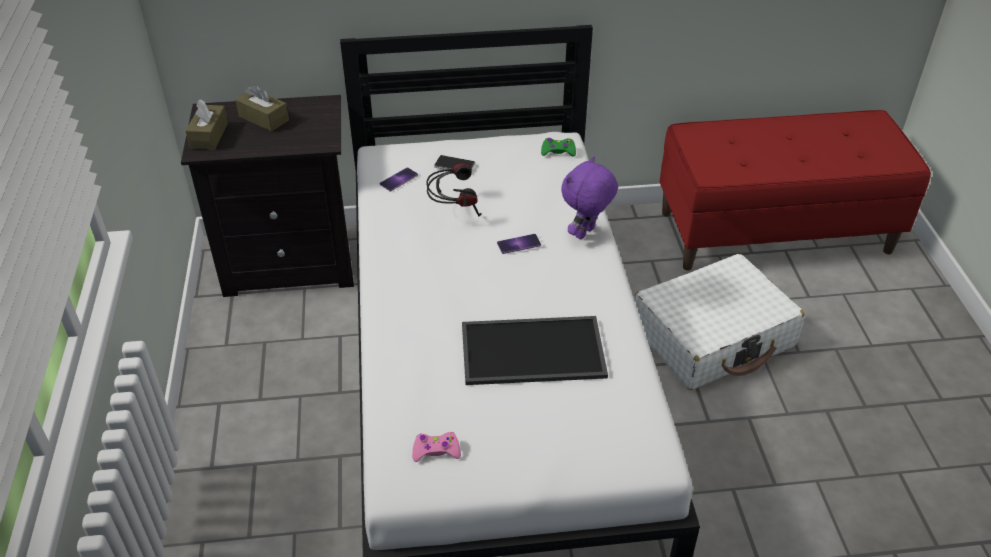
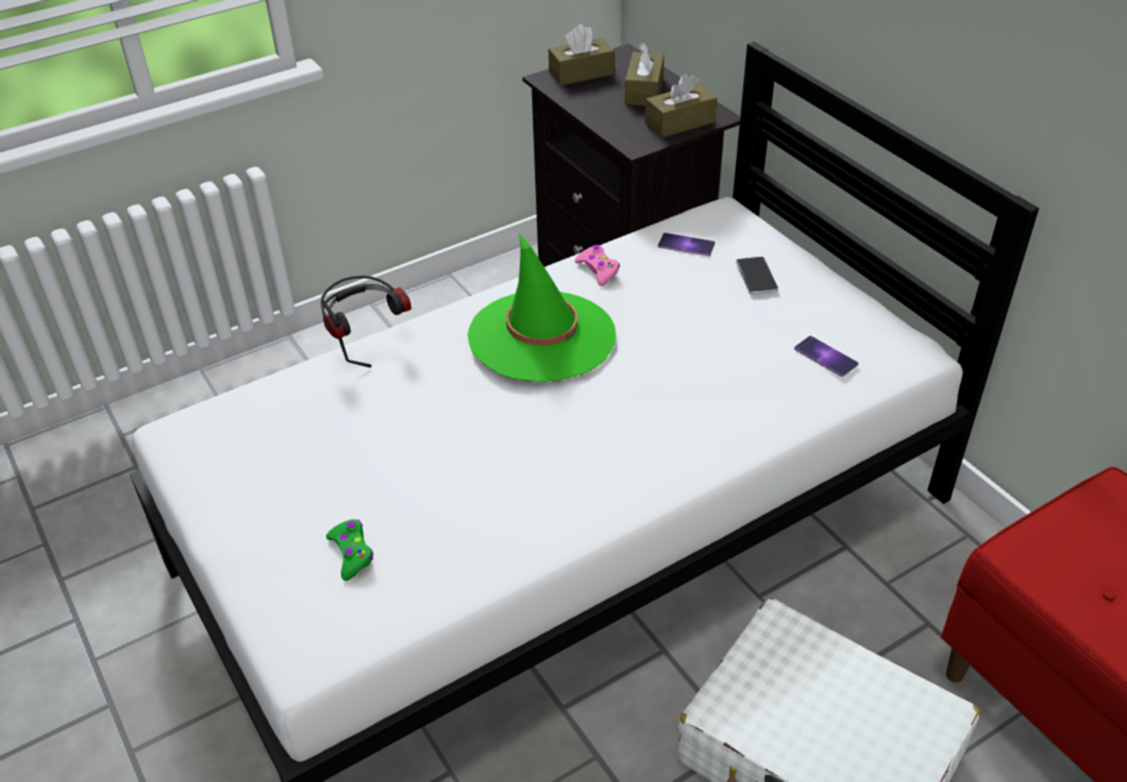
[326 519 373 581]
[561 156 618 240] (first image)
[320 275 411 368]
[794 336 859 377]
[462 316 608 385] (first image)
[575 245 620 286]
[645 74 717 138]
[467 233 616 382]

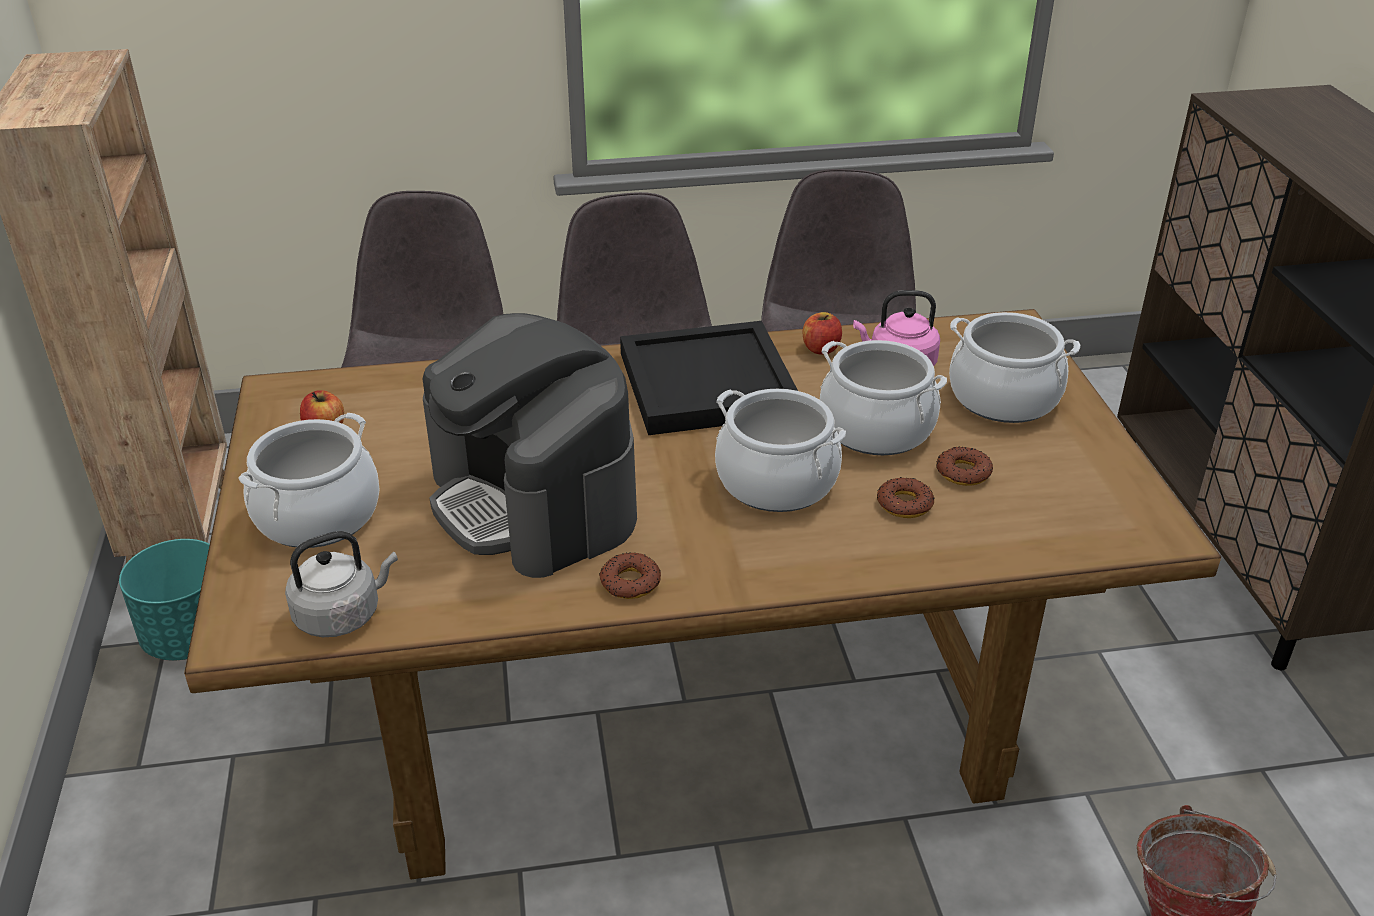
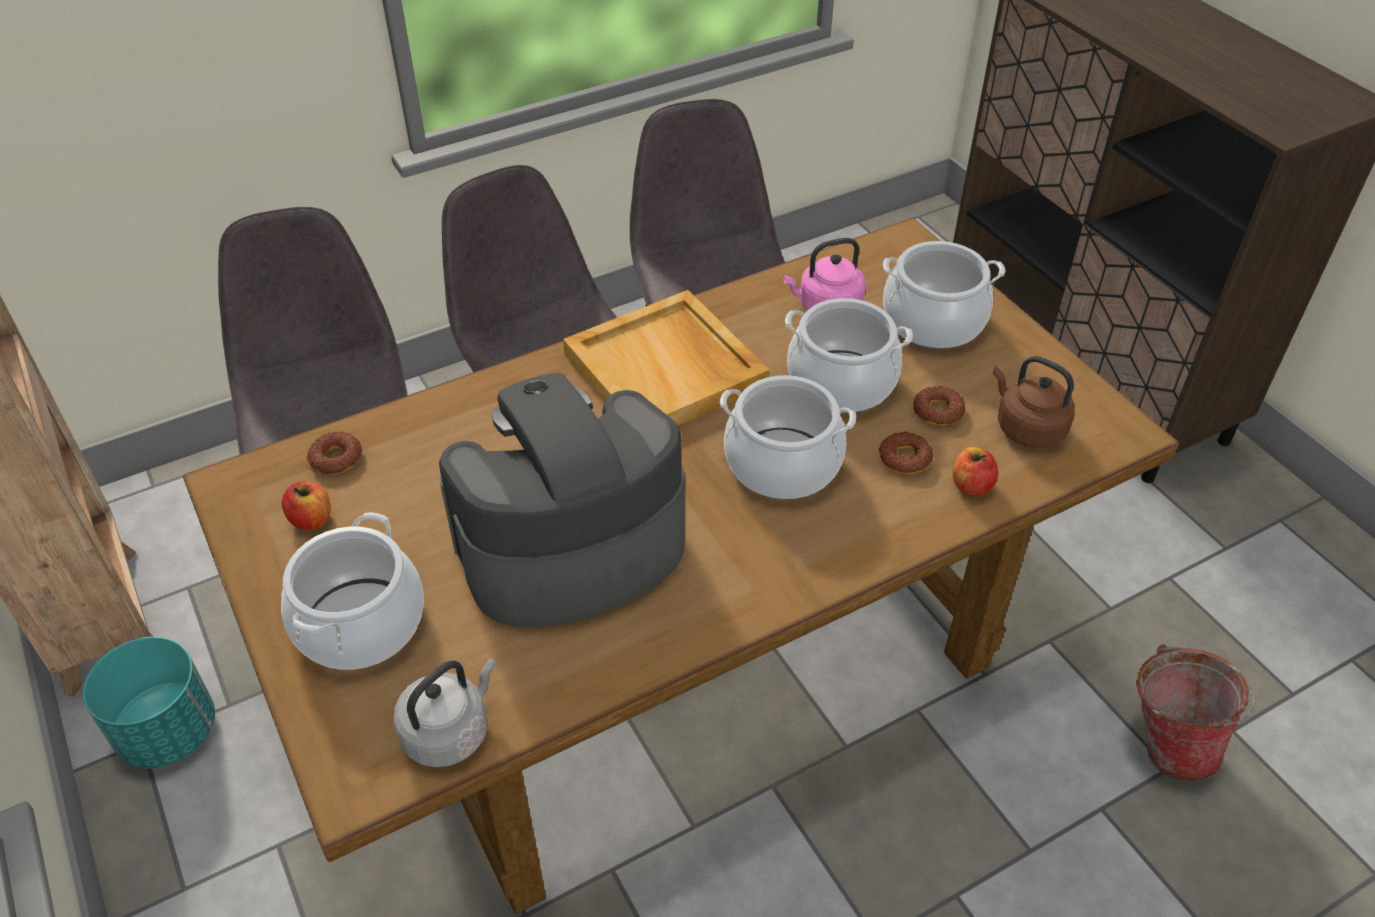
[953 447 998 496]
[439 373 685 627]
[563 290 769 426]
[307 432 362 474]
[993 356 1075 448]

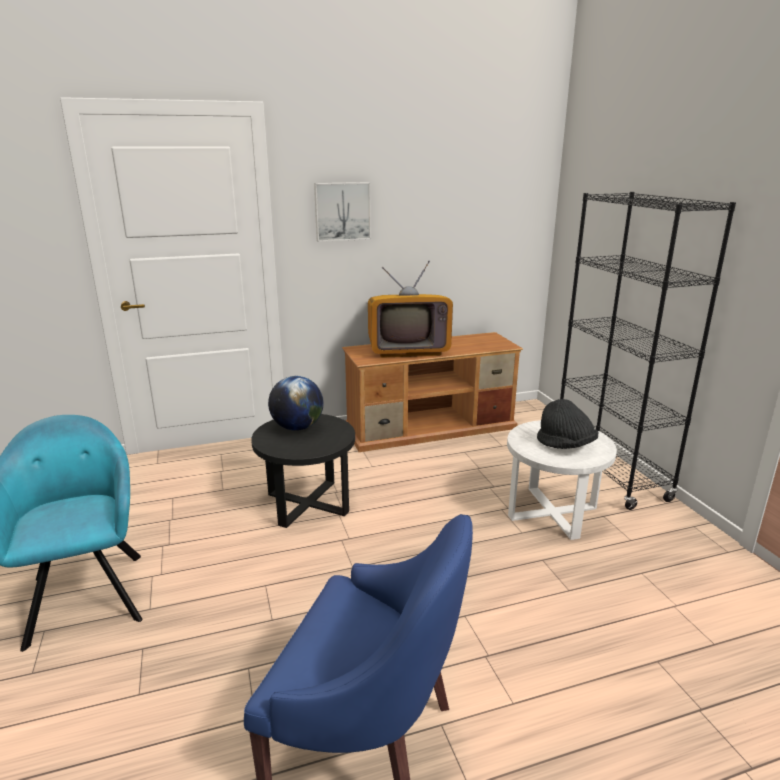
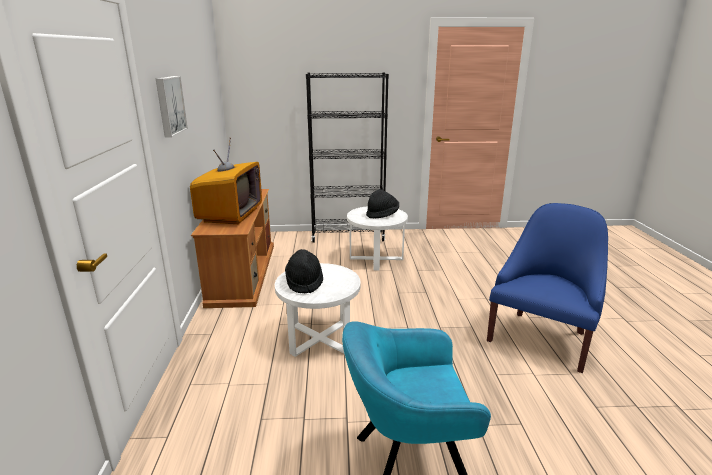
[285 249 323 294]
[275 263 361 357]

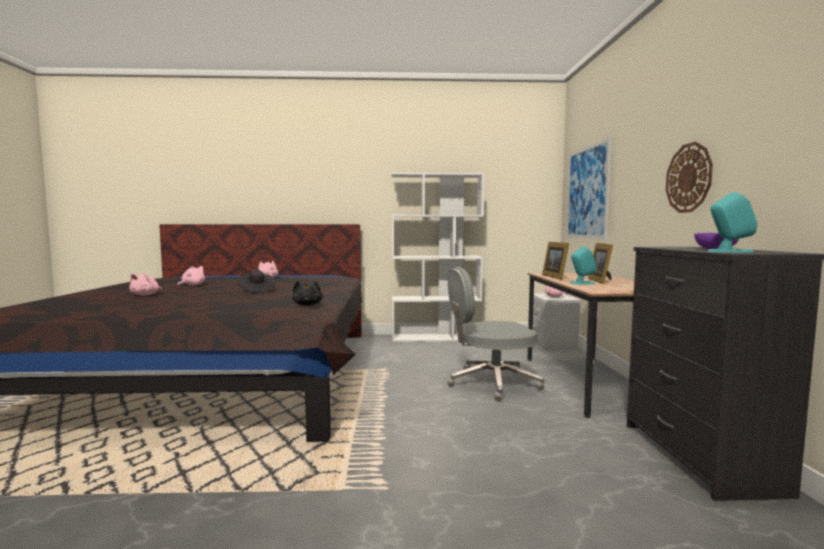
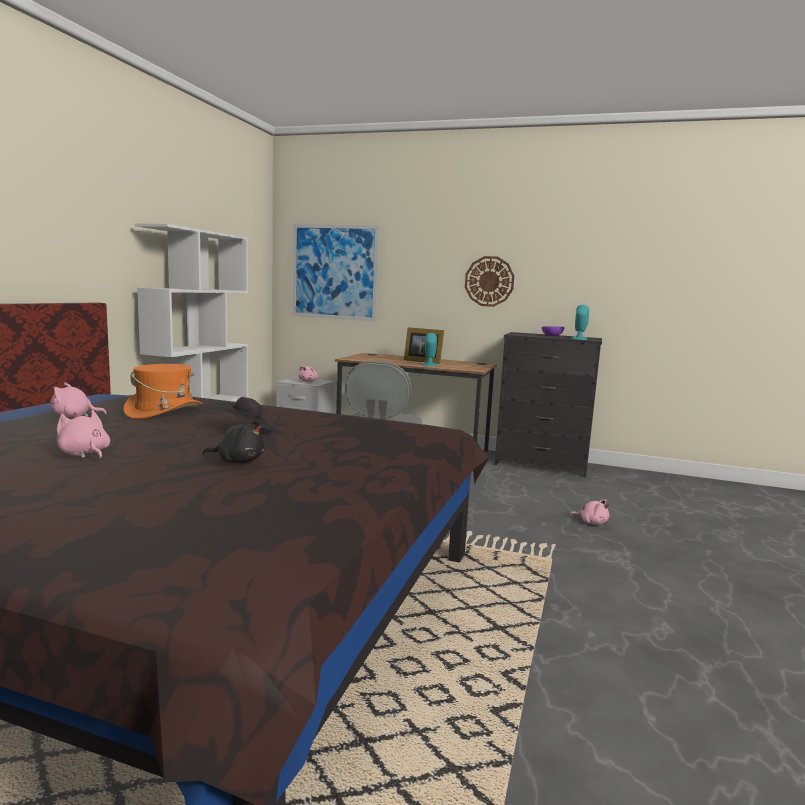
[542 242 569 280] (first image)
[569 499 609 525]
[203 421 265 463]
[123 364 202 419]

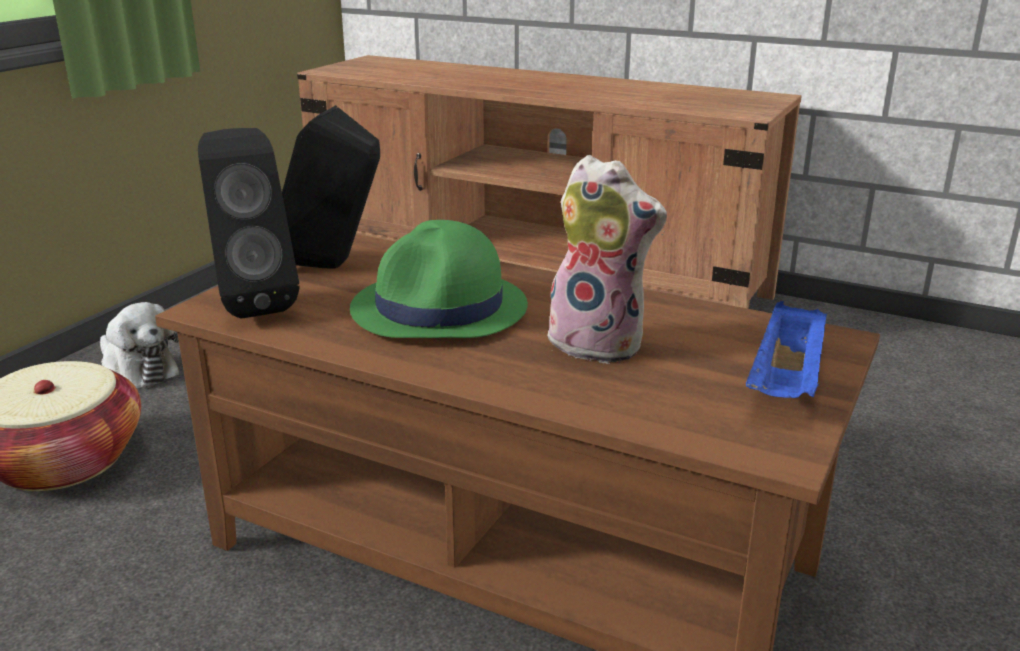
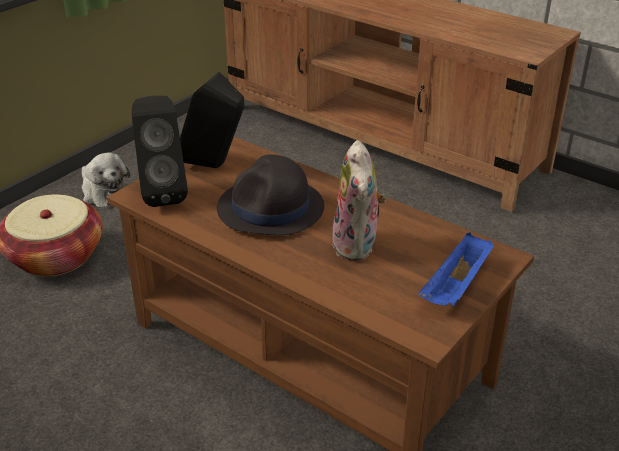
[332 140 386 261]
[217 155 324 235]

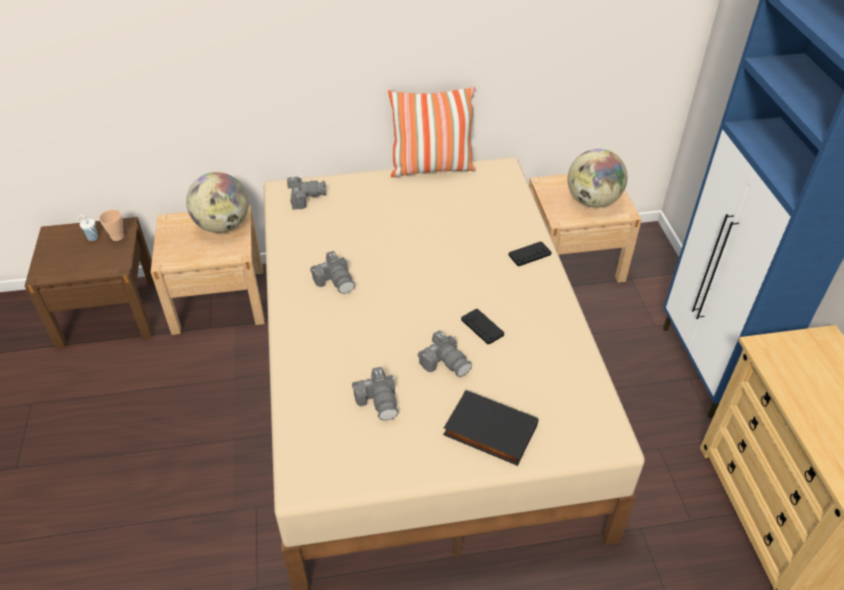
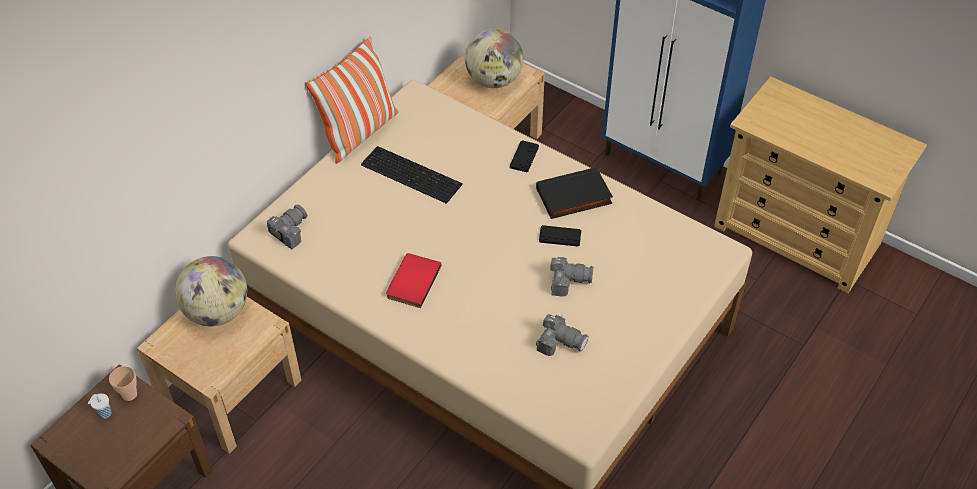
[386 253 441 308]
[536 167 613 219]
[361 146 463 204]

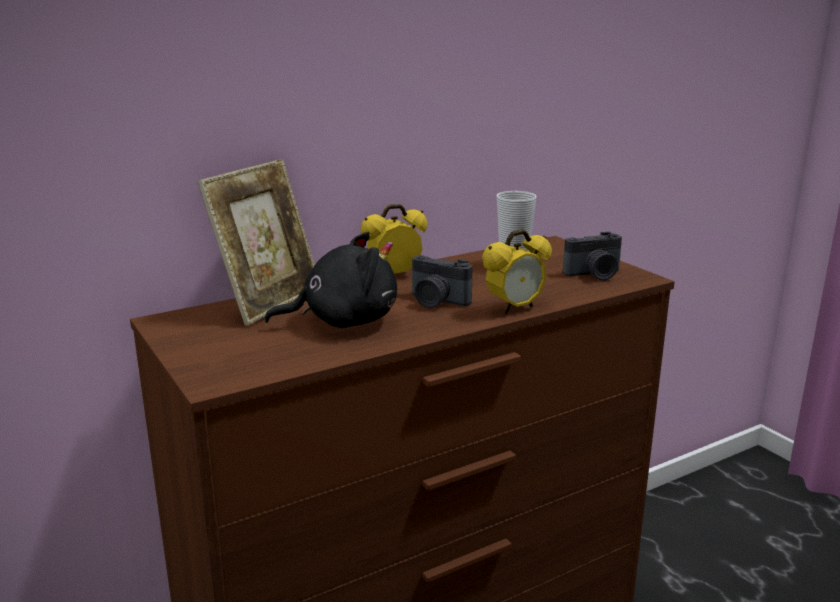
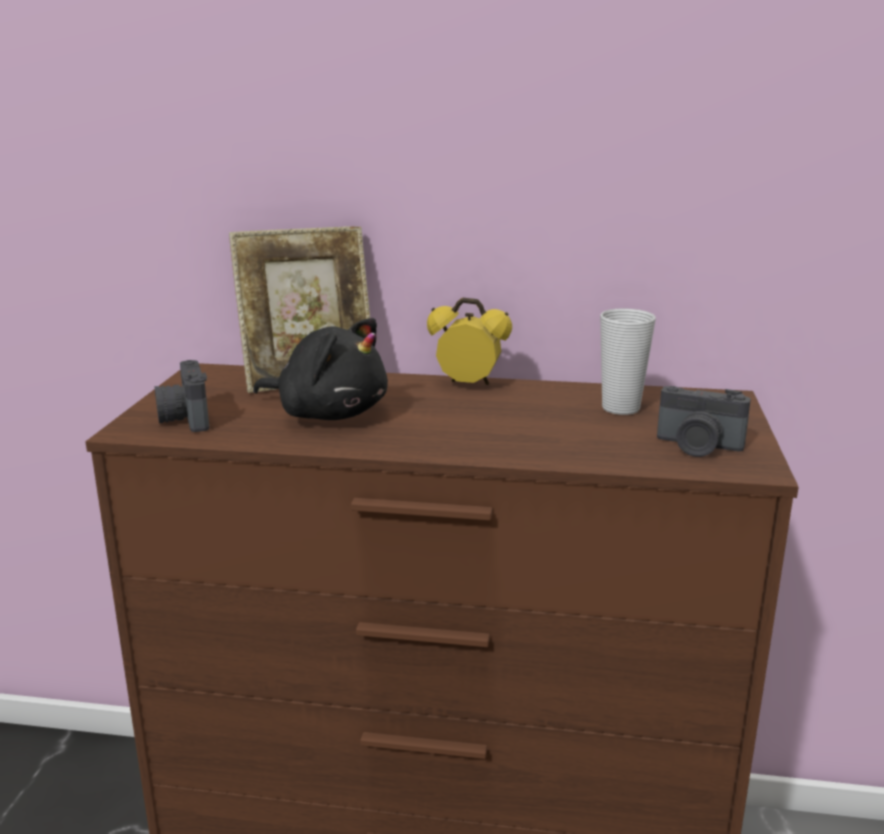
[482 229 552 314] (first image)
[155 360 209 432]

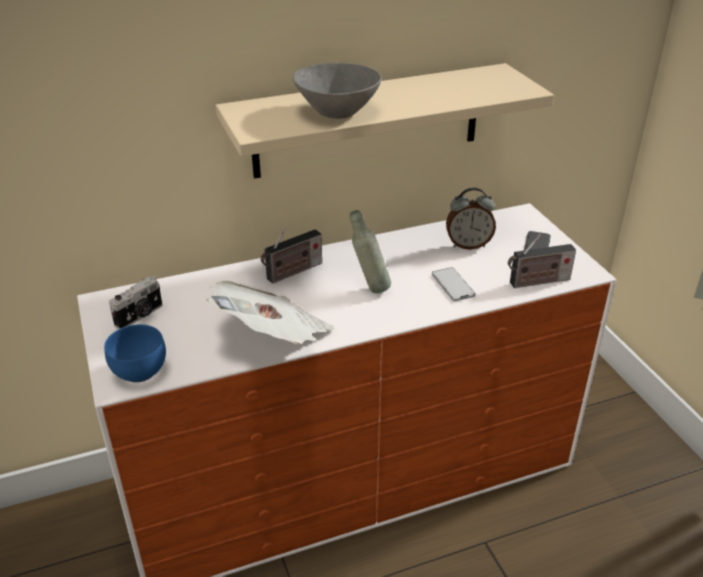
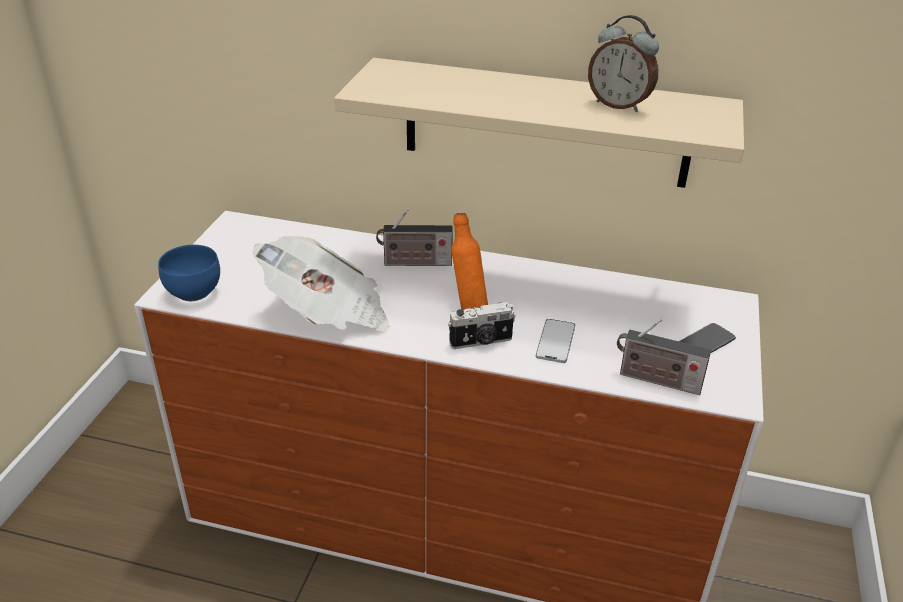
[293 63 382 119] (first image)
[588 15 659 112]
[451 213 488 310]
[448 302 516 349]

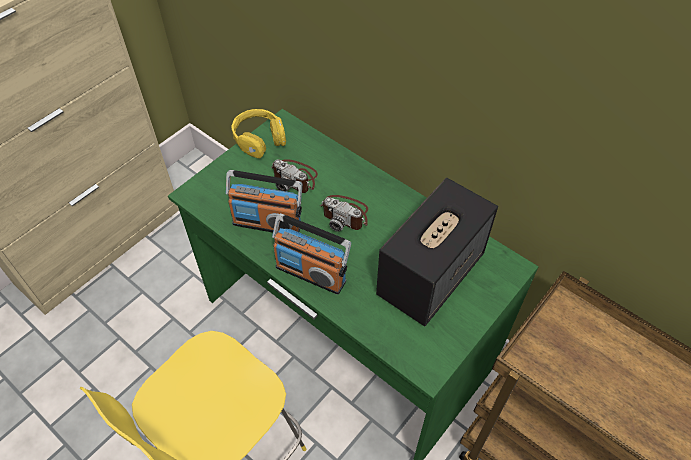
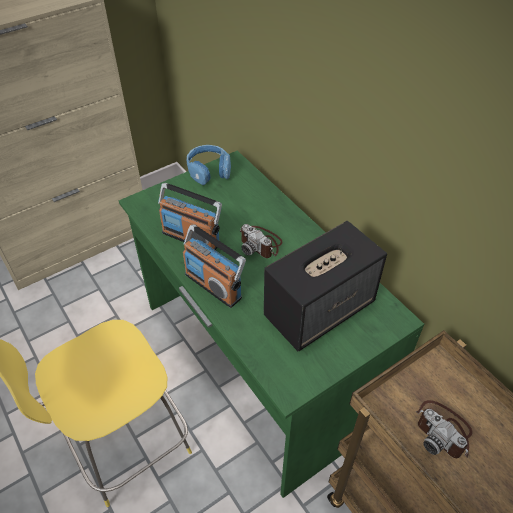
[186 145 231 185]
[416 400 472 458]

